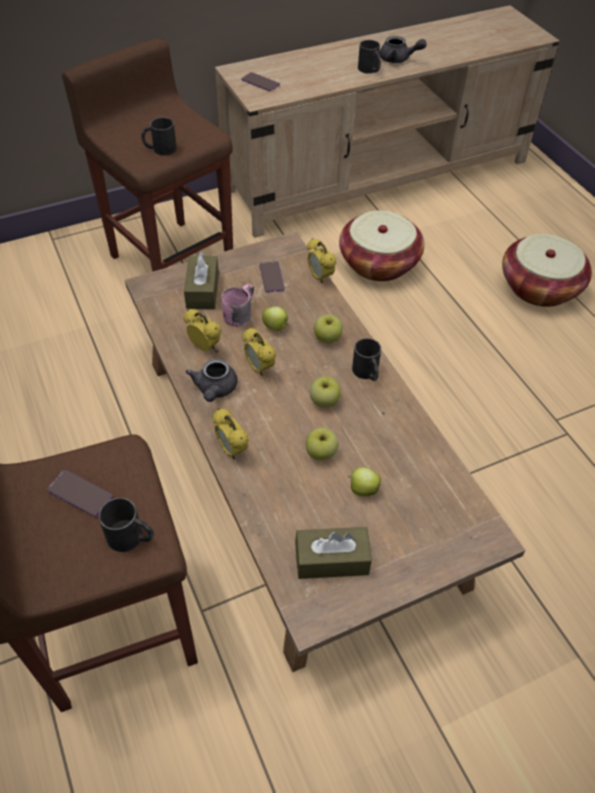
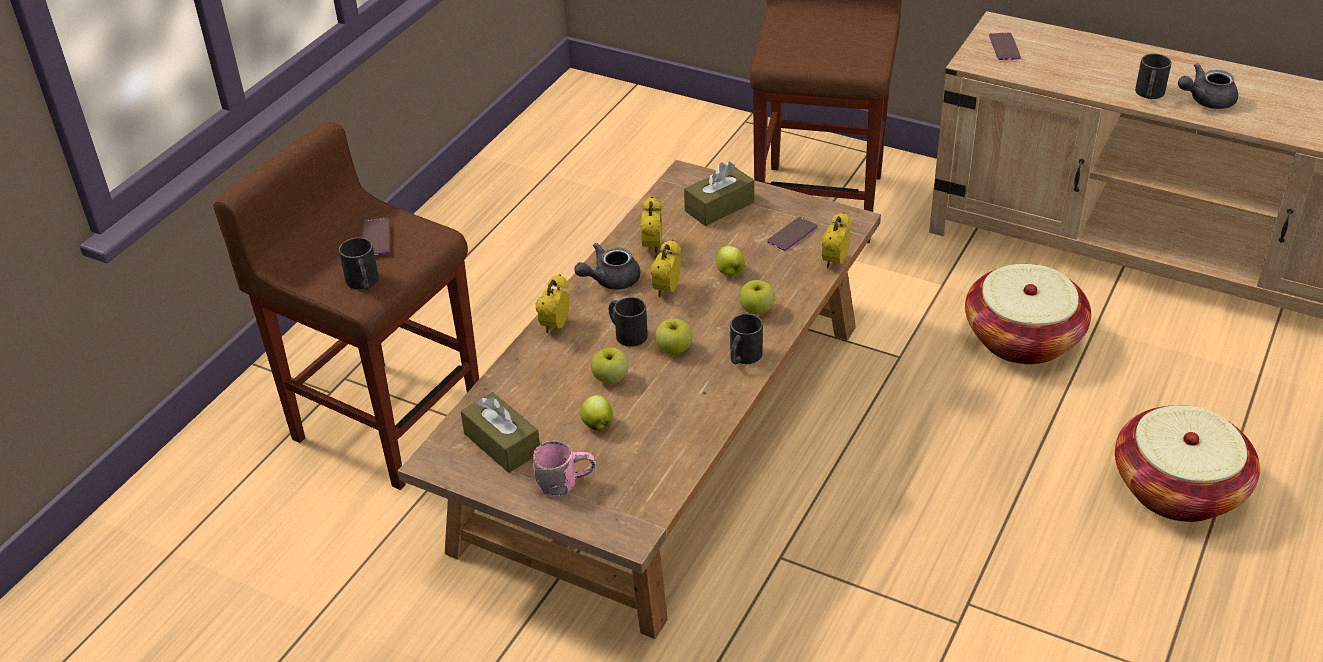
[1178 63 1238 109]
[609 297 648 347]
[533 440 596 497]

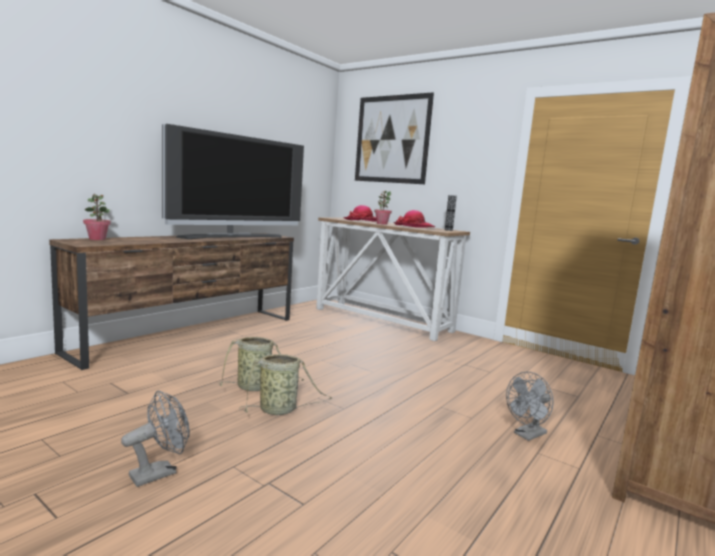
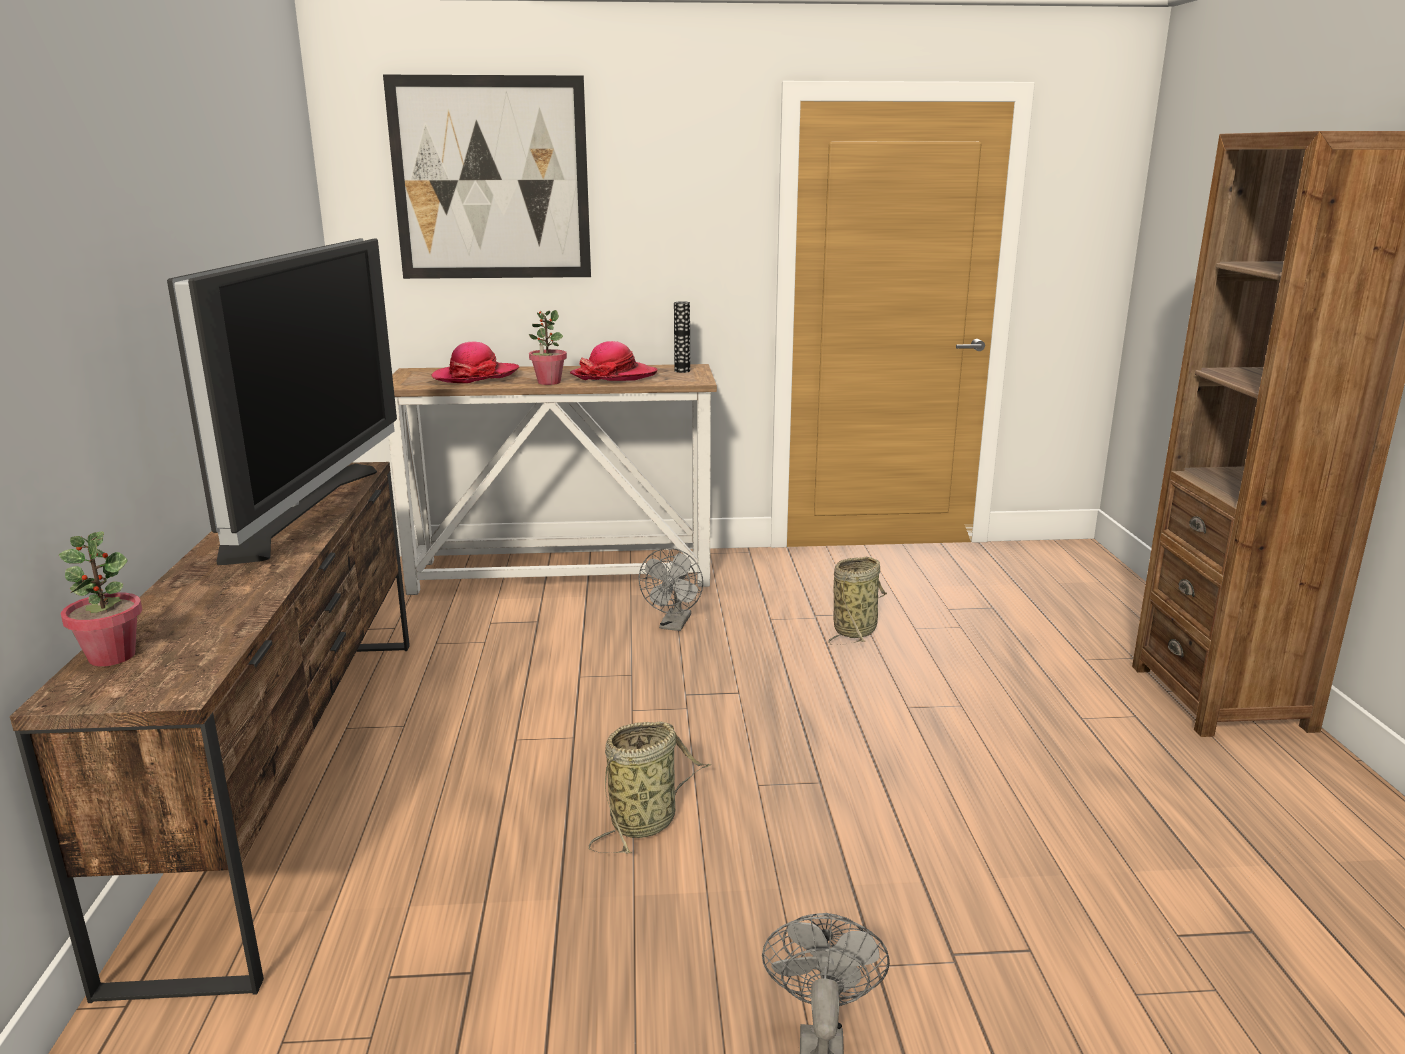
[828 557 887 645]
[638 548 703 631]

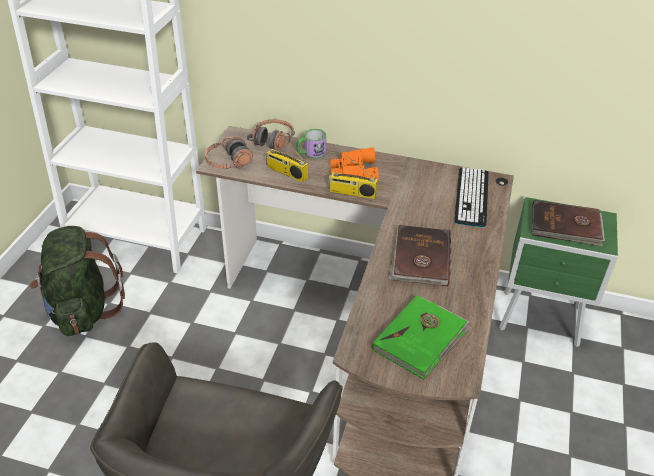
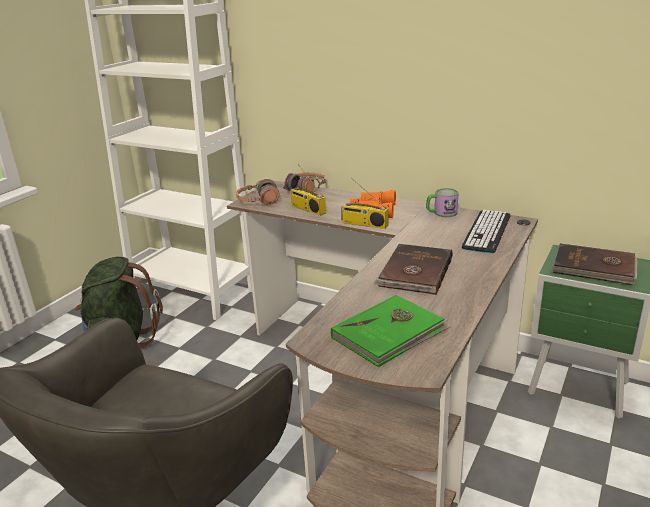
[426 188 459 217]

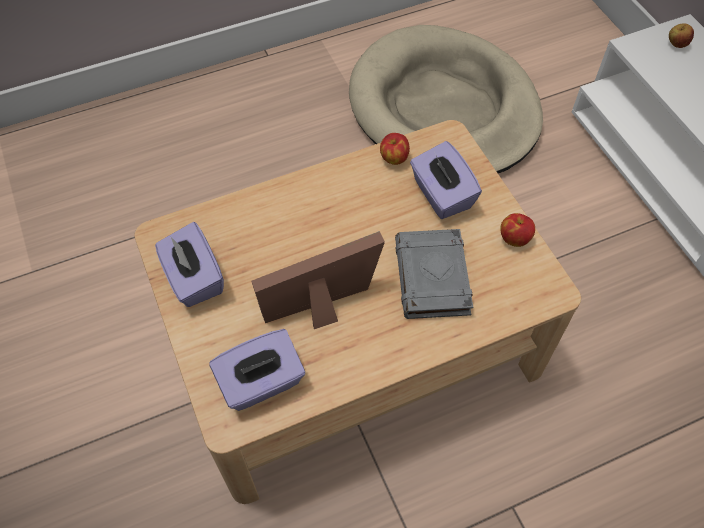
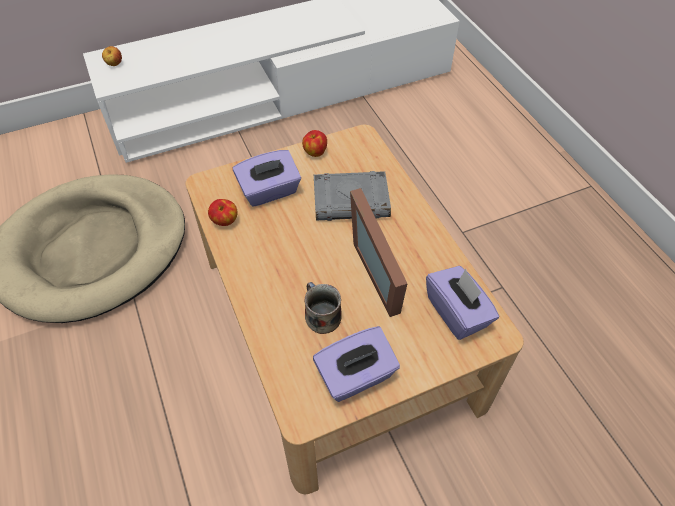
[305 282 342 334]

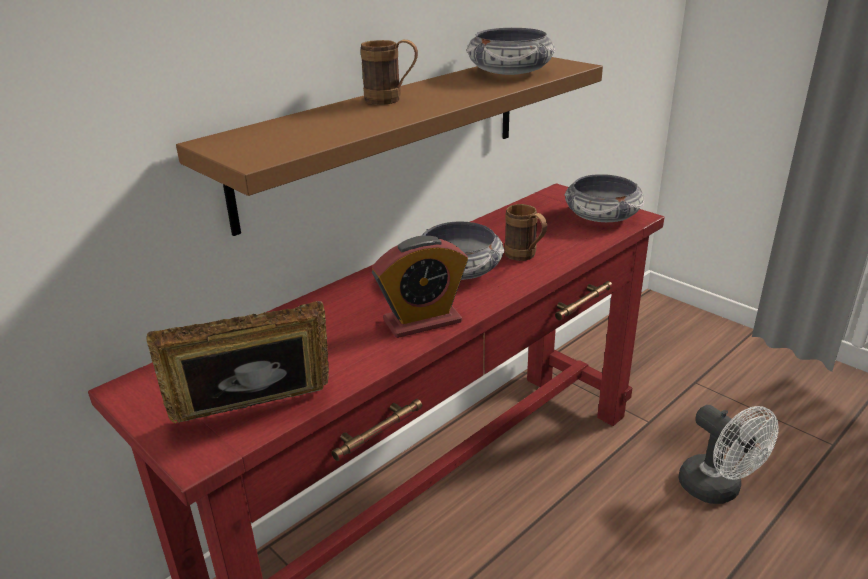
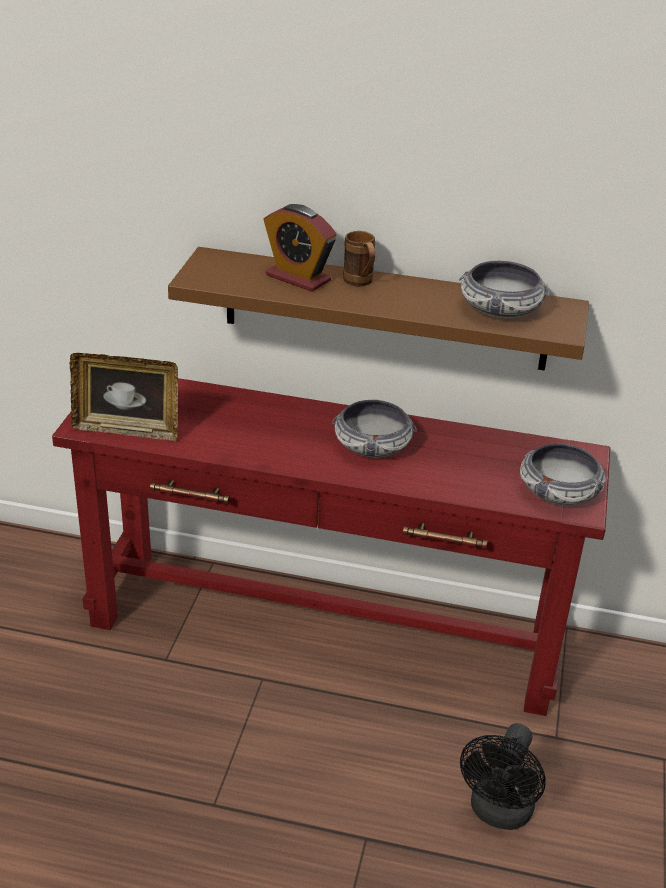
[505 204 547 261] (first image)
[264 204 337 292]
[69 353 178 441]
[460 723 546 830]

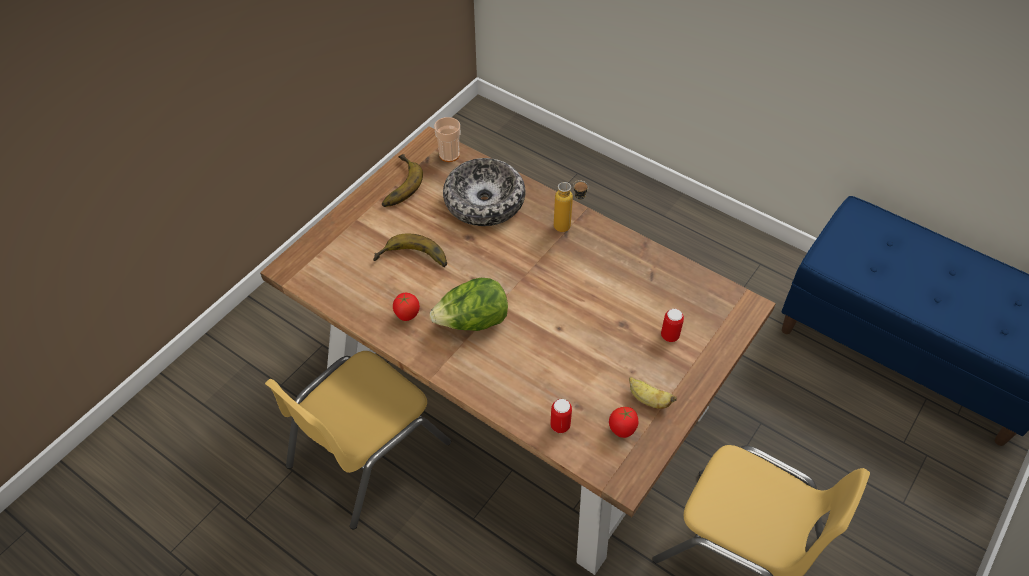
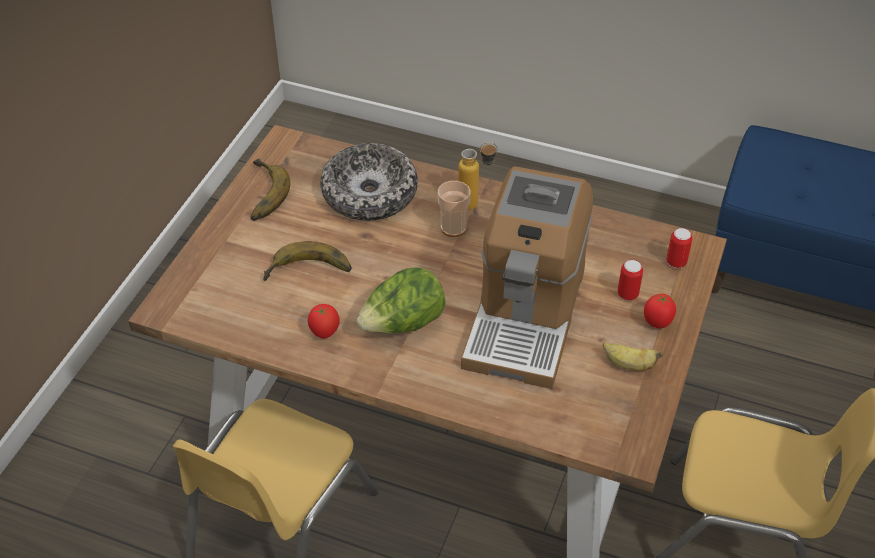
[438 181 471 237]
[666 228 692 268]
[644 294 676 328]
[461 166 593 389]

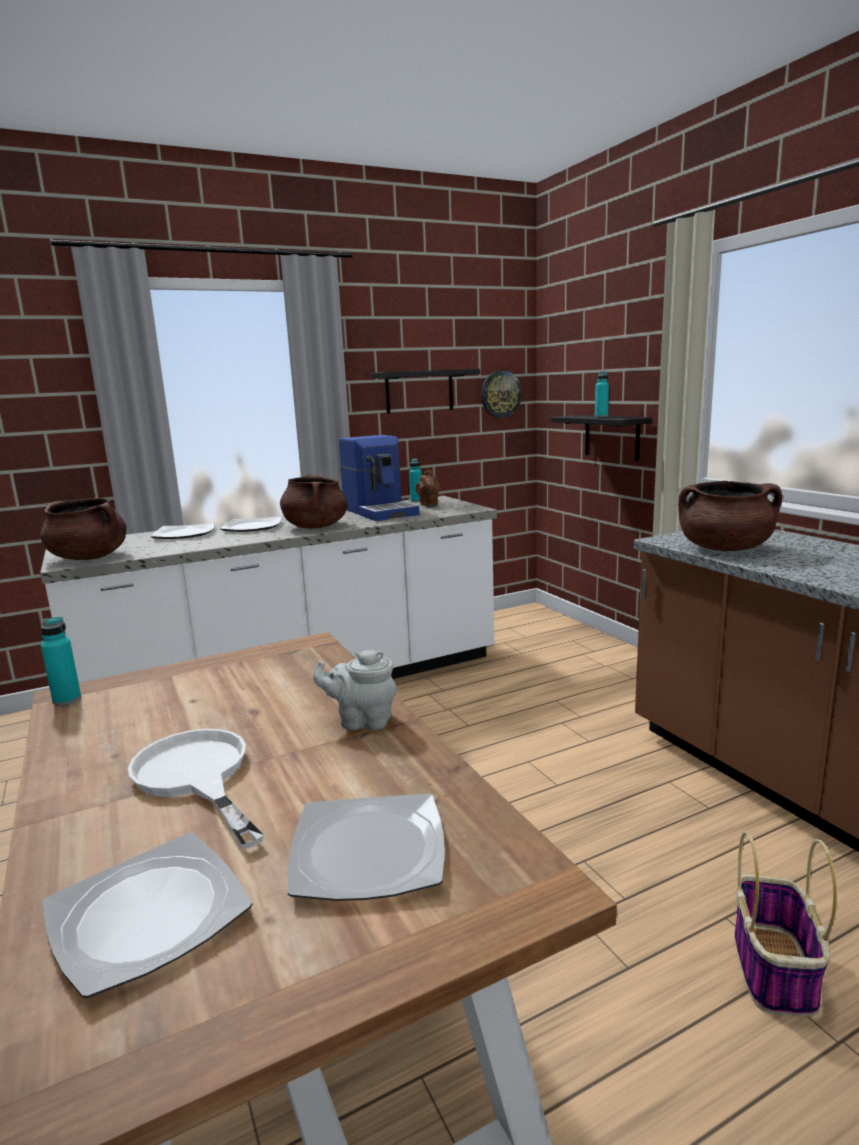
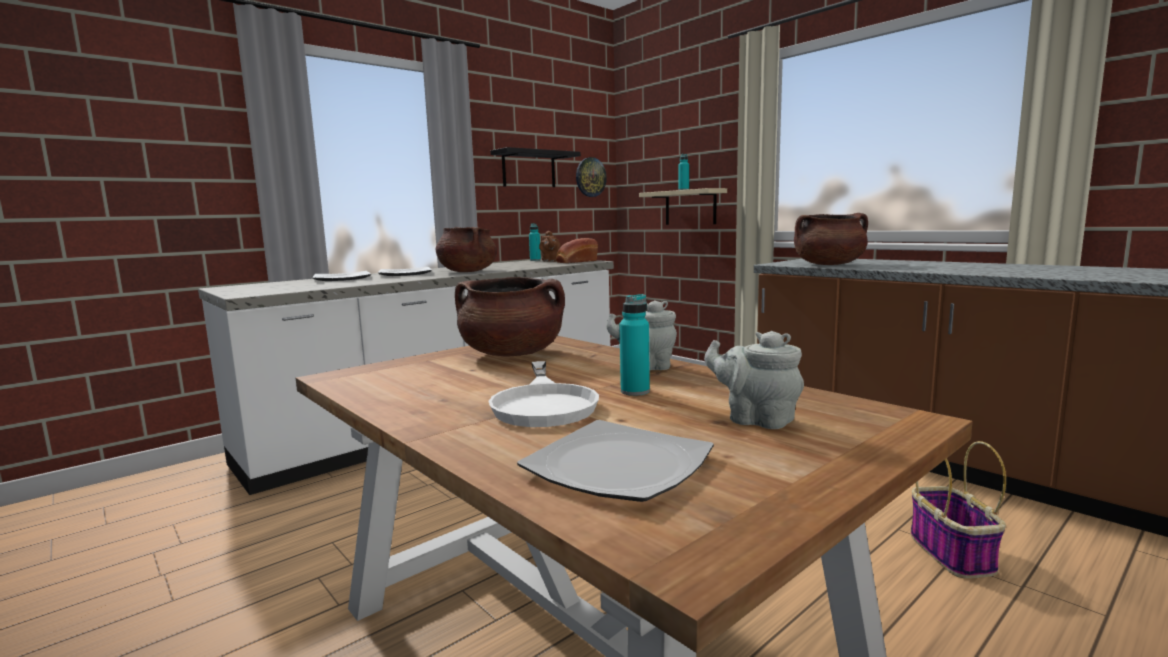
[639 188 727 225]
[339 435 420 521] (first image)
[455 277 565 356]
[619 294 650 396]
[488 361 599 427]
[704 331 804 429]
[556 238 598 263]

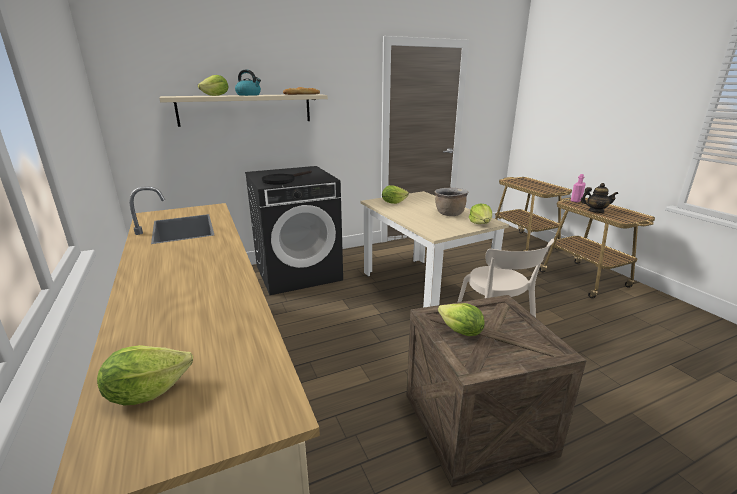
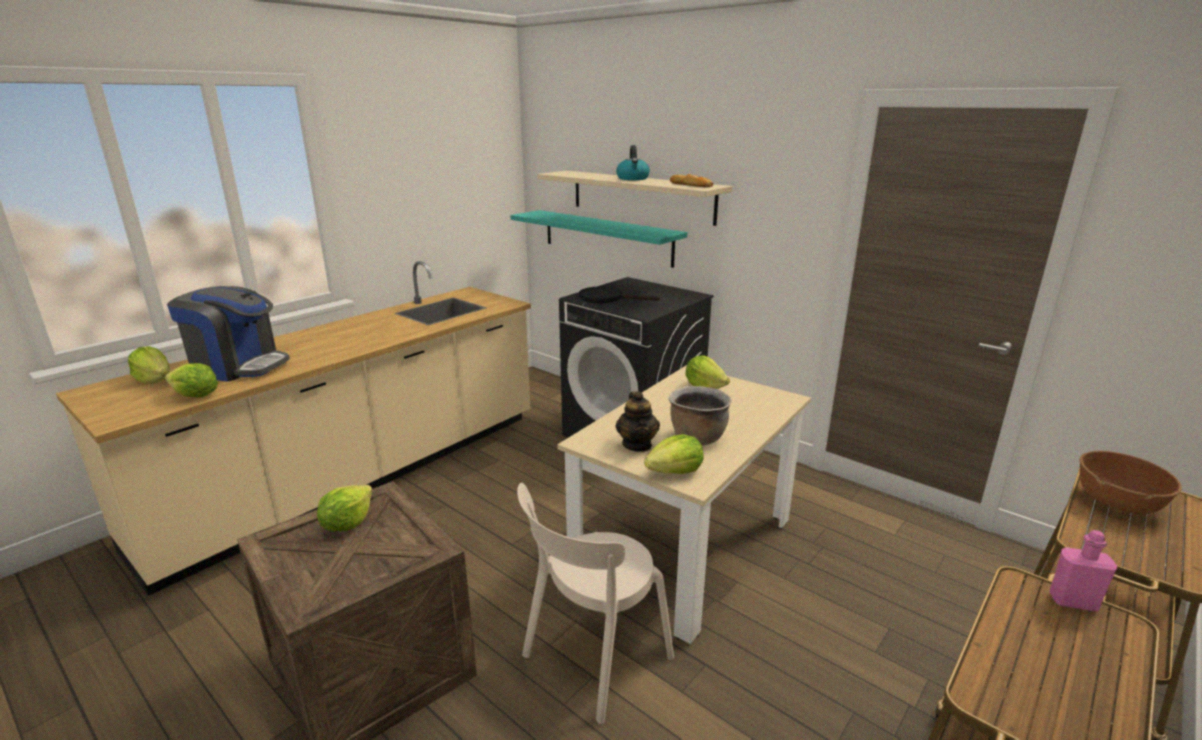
[165 363 218 397]
[615 391 660 452]
[510 210 687 268]
[167 286 290 382]
[1080 451 1182 514]

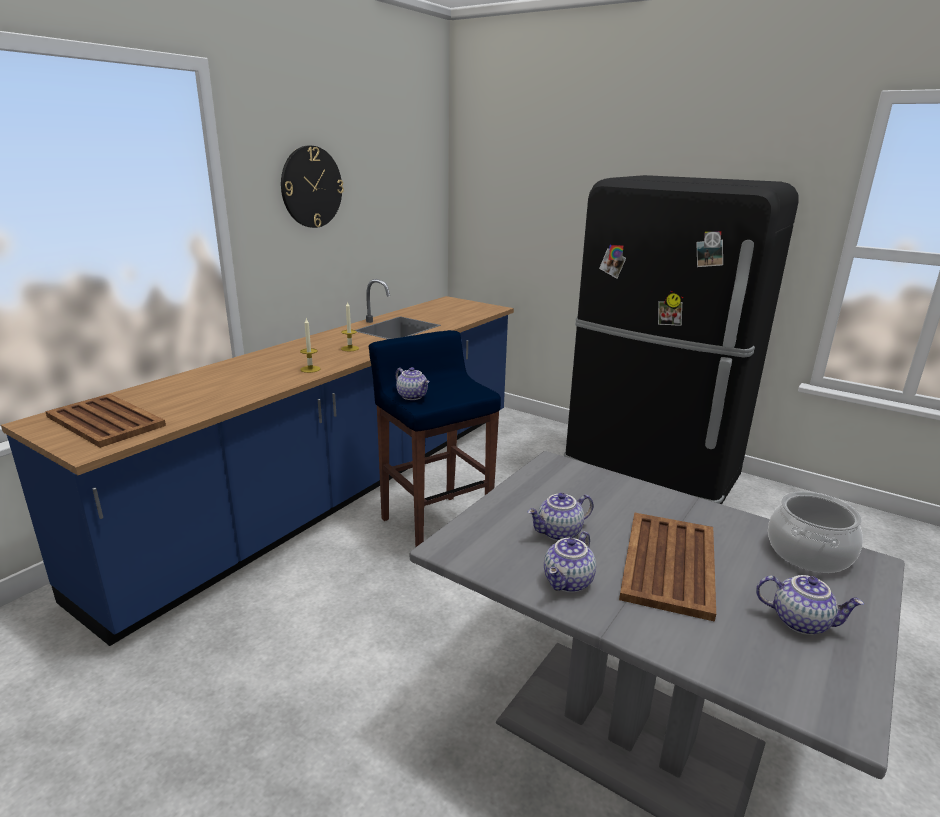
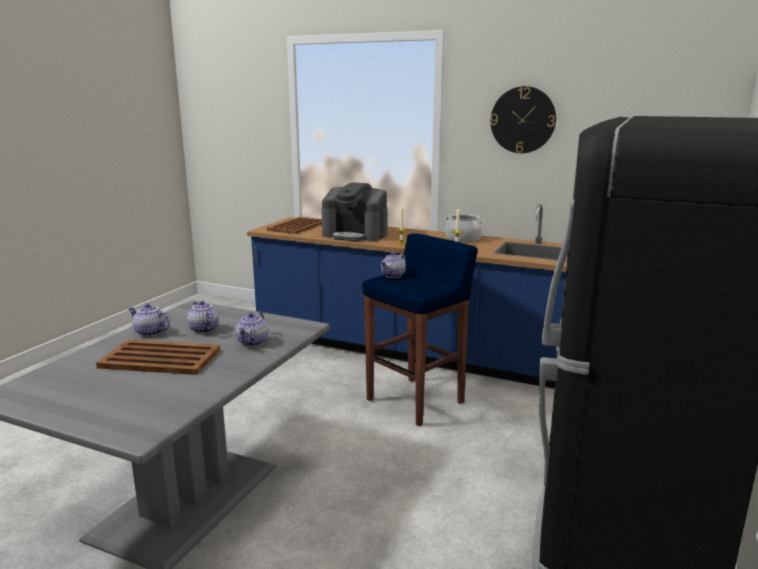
[444 214 485 242]
[236 311 269 347]
[321 182 388 241]

